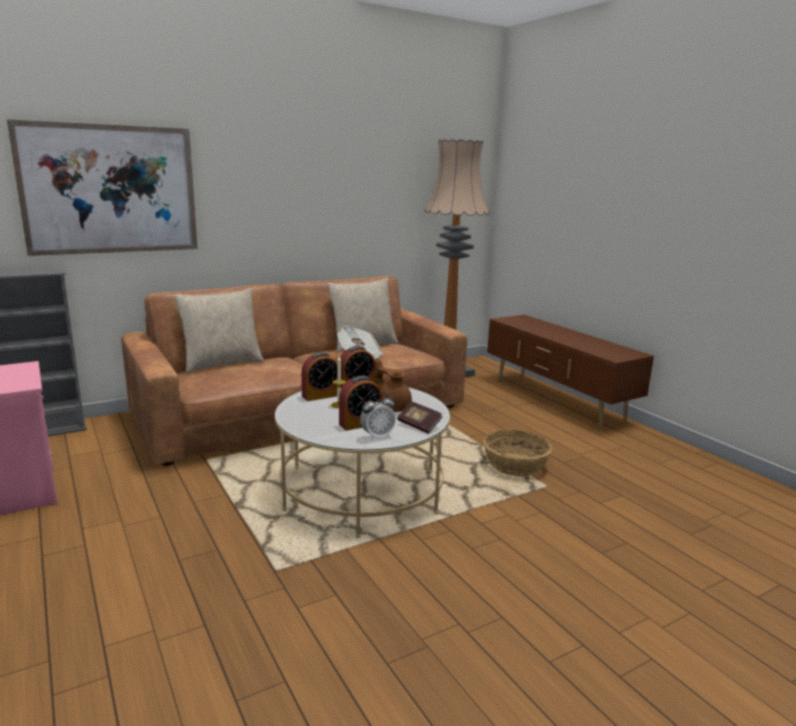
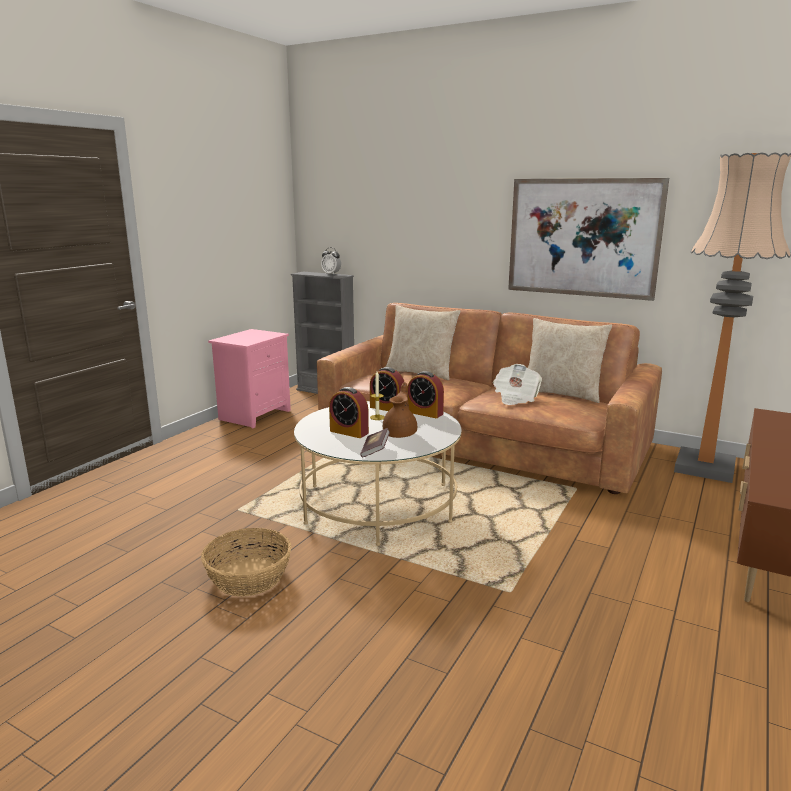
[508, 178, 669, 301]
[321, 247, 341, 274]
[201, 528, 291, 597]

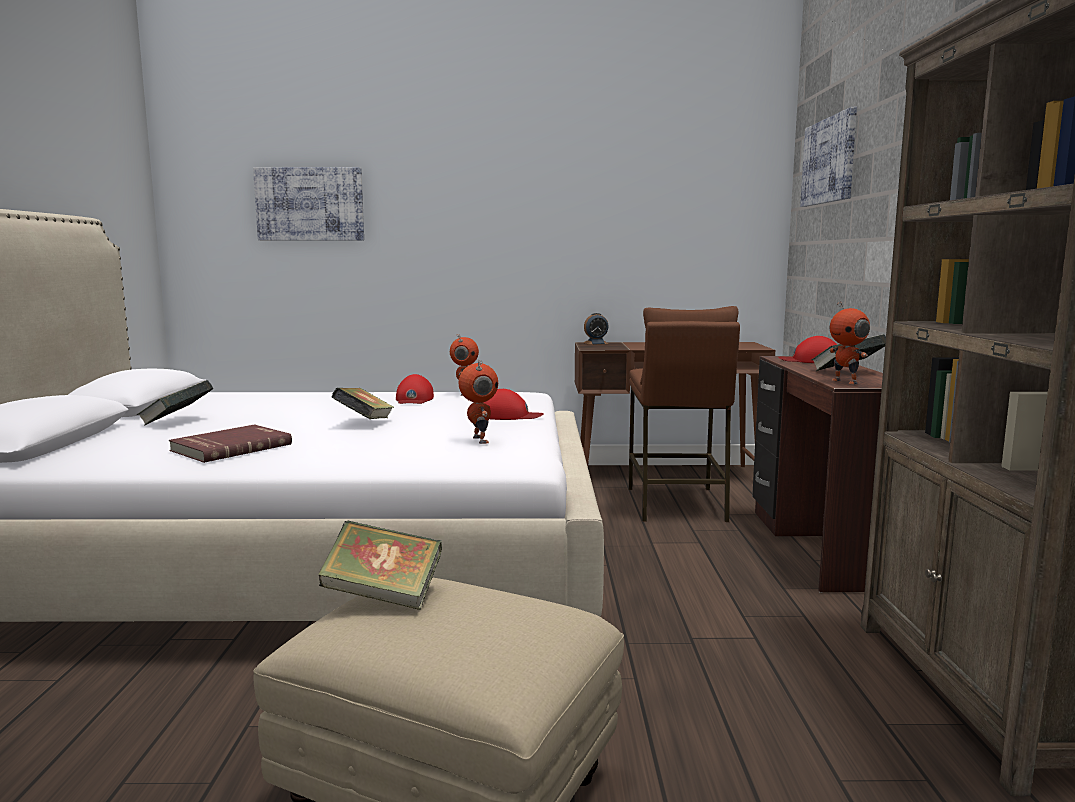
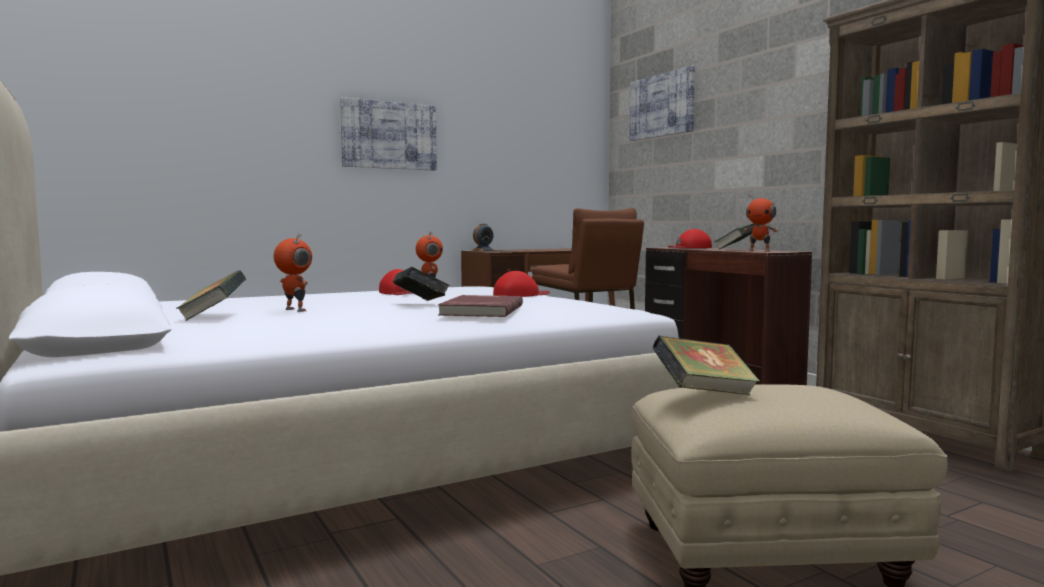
[438, 295, 523, 317]
[340, 97, 437, 171]
[274, 233, 312, 312]

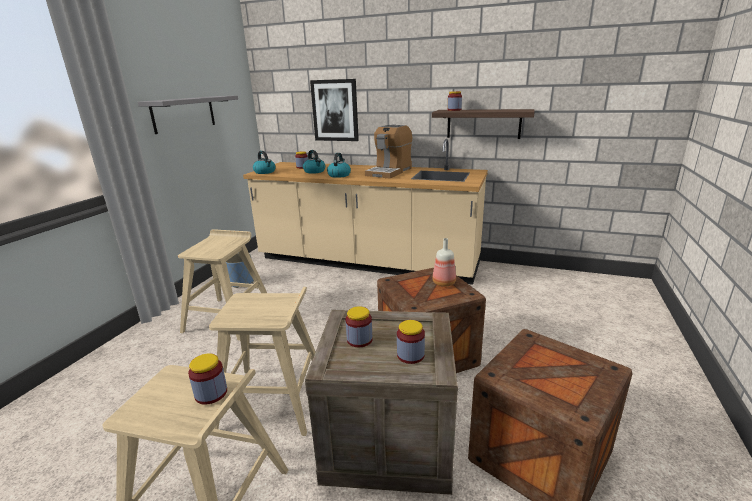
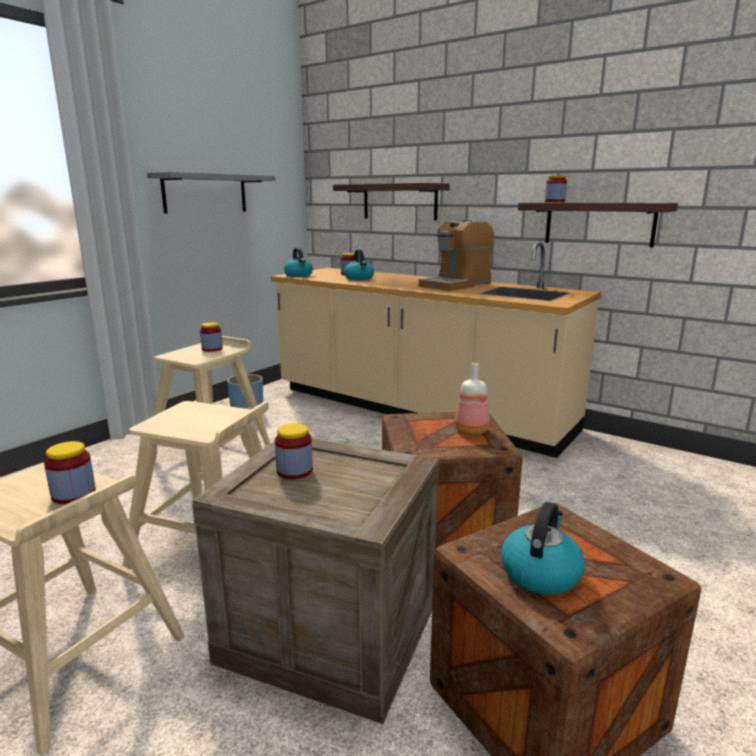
[333, 183, 450, 220]
[501, 502, 585, 595]
[200, 322, 223, 352]

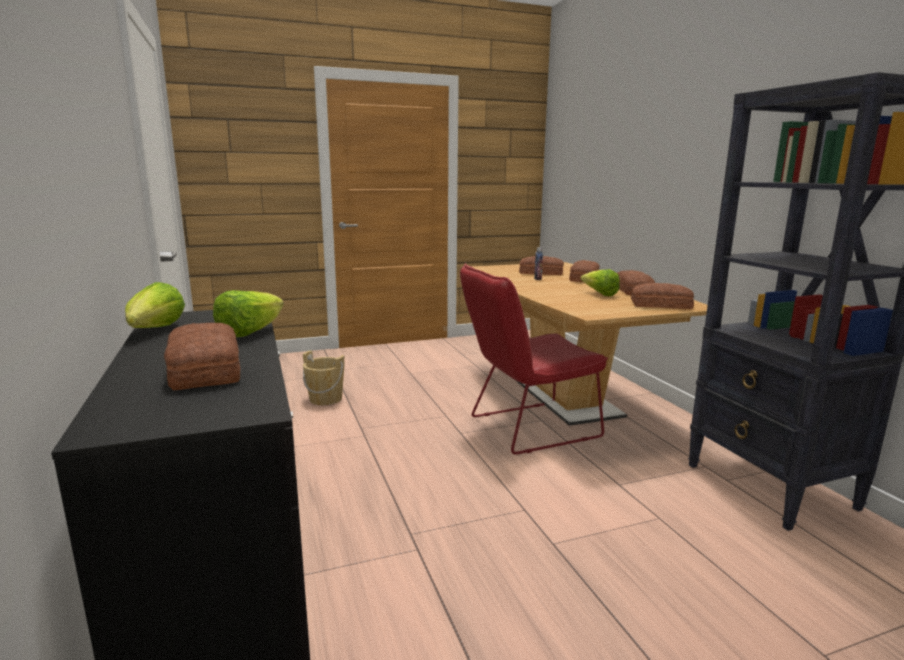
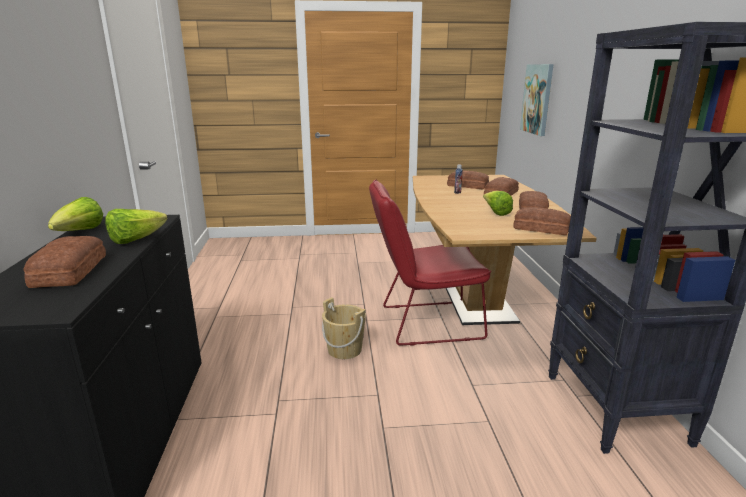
[322, 297, 366, 359]
[520, 64, 554, 136]

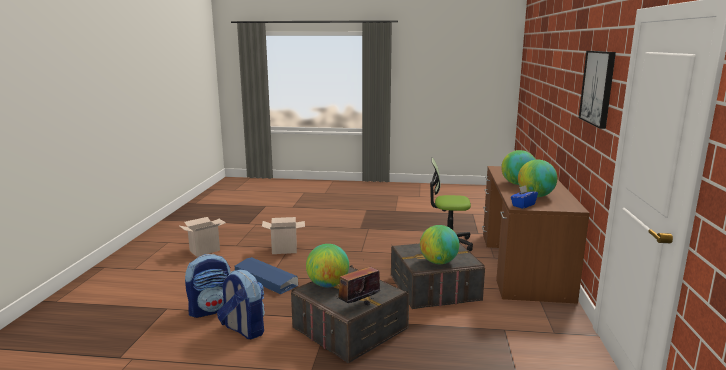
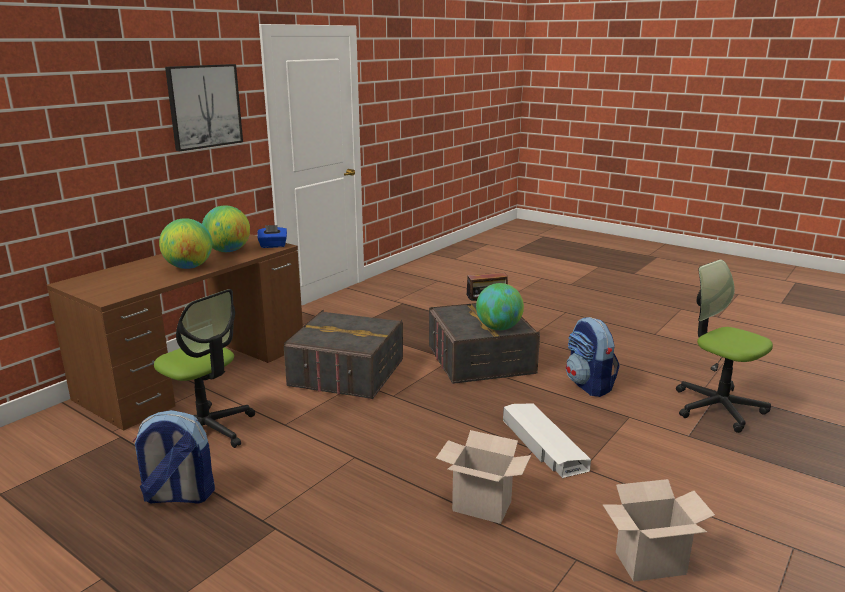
[133, 410, 215, 504]
[503, 403, 591, 478]
[420, 225, 459, 264] (first image)
[676, 260, 773, 433]

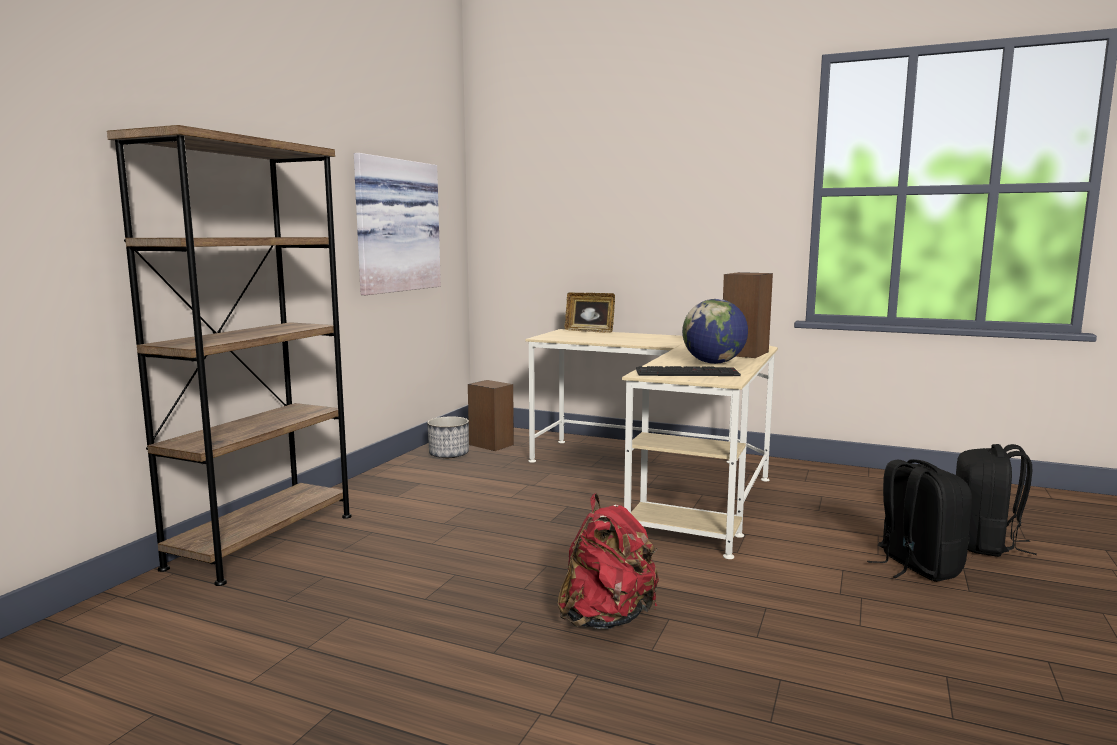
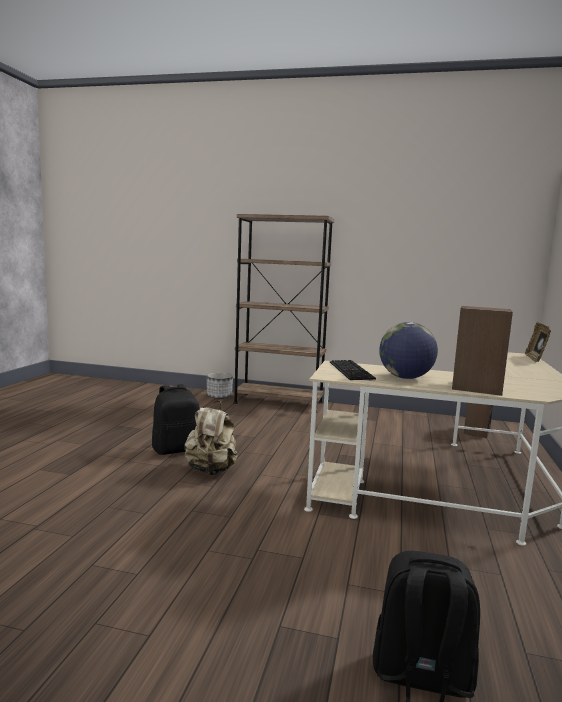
[354, 153, 441, 295] (first image)
[207, 373, 233, 399]
[184, 401, 238, 476]
[152, 384, 200, 455]

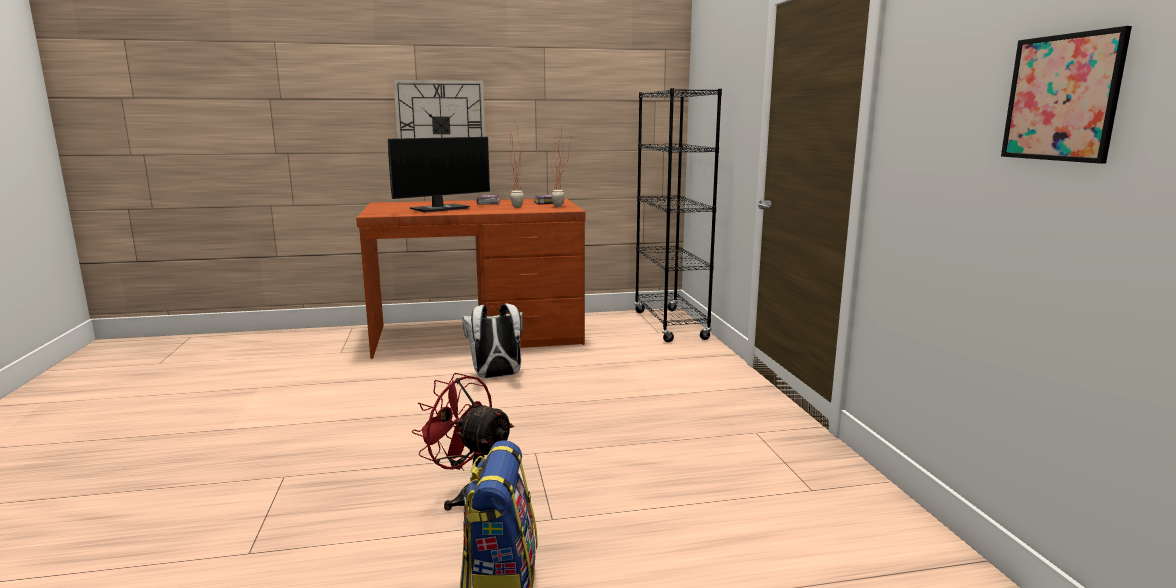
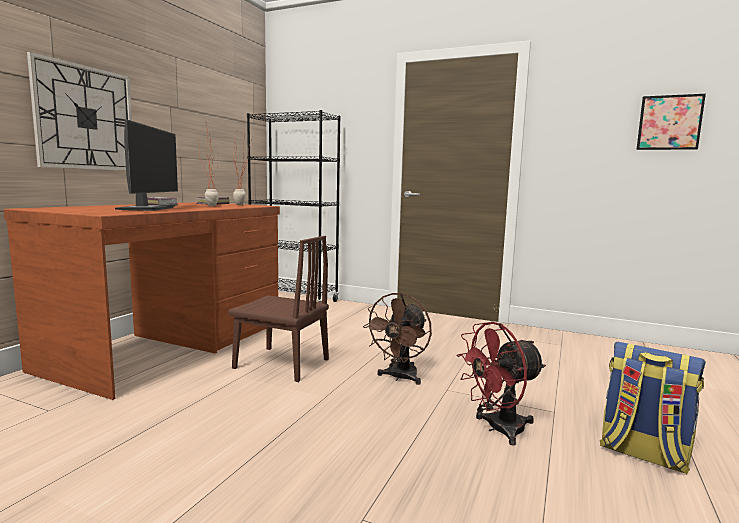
[228, 236, 329, 382]
[363, 293, 432, 385]

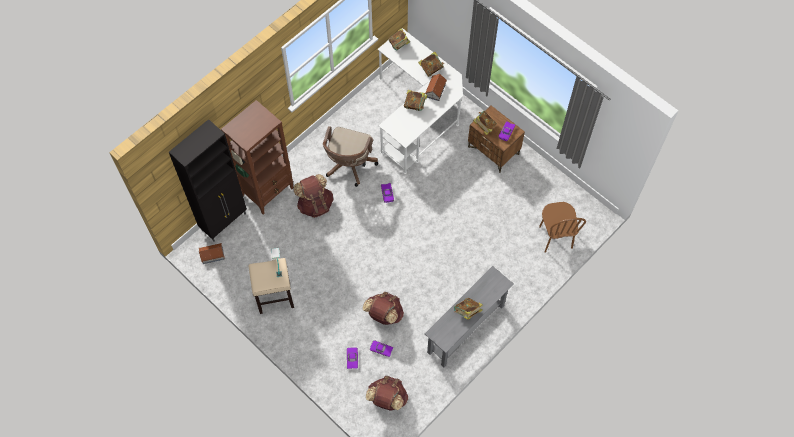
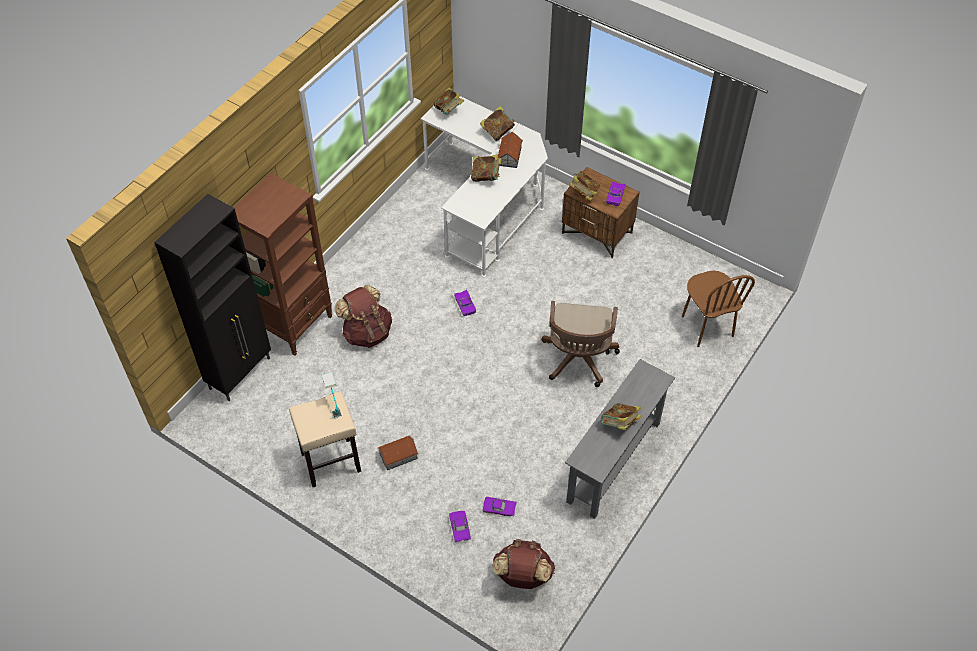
[378, 436, 419, 470]
[541, 301, 620, 387]
[363, 292, 404, 325] (first image)

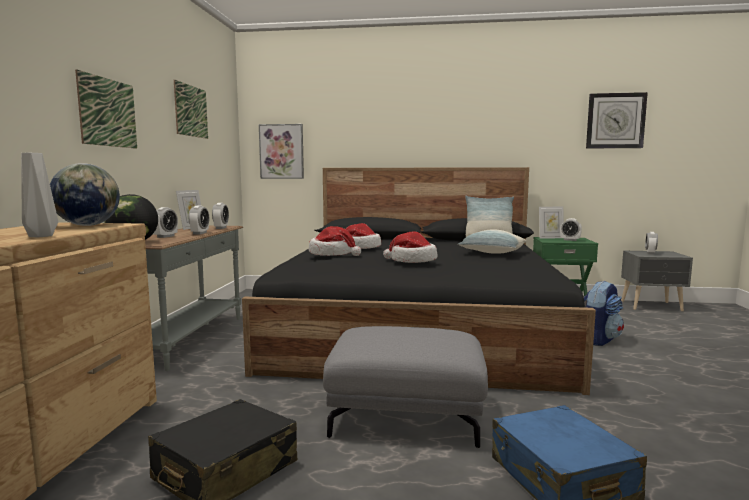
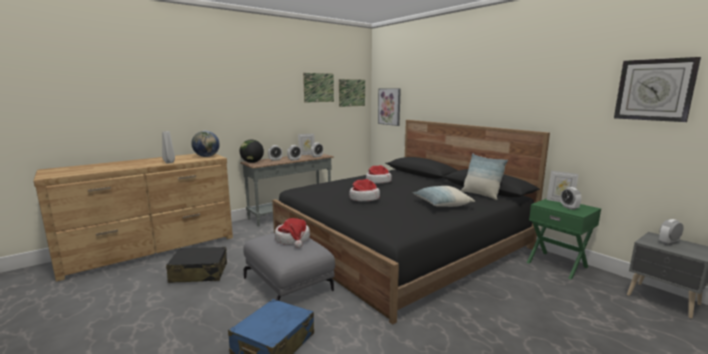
[339, 79, 365, 107]
[275, 218, 310, 248]
[584, 281, 624, 346] (first image)

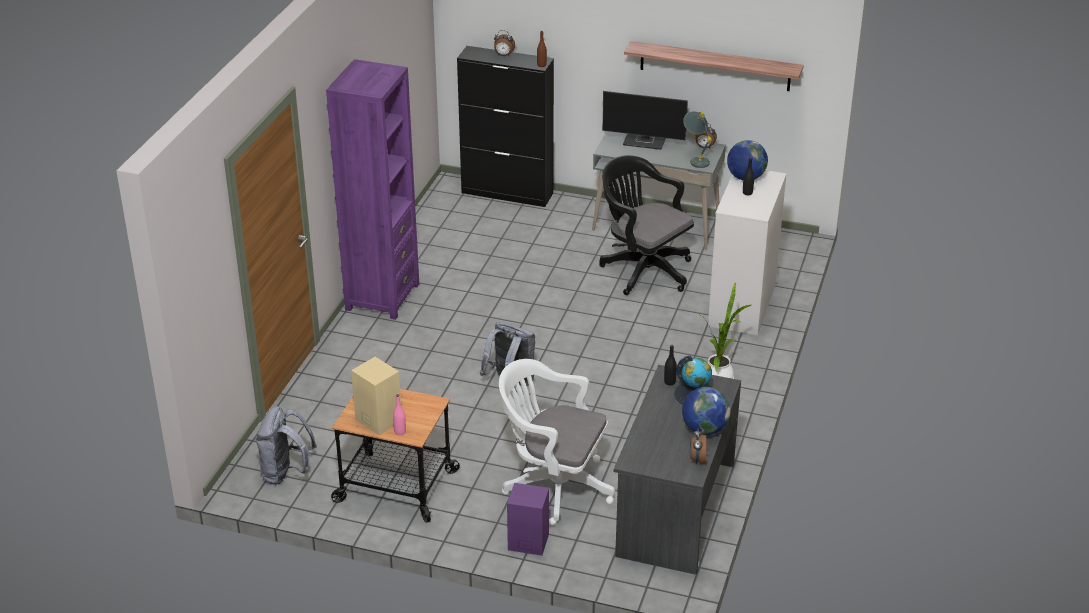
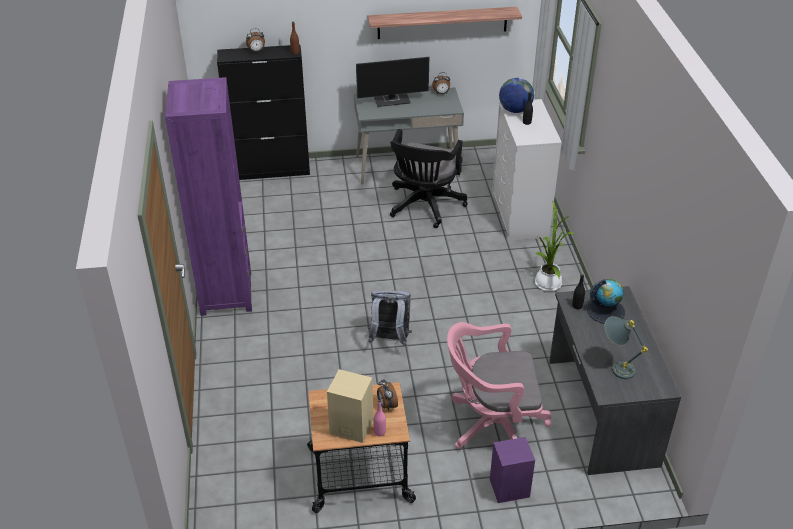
[255, 406, 317, 485] (first image)
[447, 322, 552, 449]
[390, 129, 468, 228]
[682, 387, 731, 435] (first image)
[604, 316, 648, 379]
[377, 379, 398, 411]

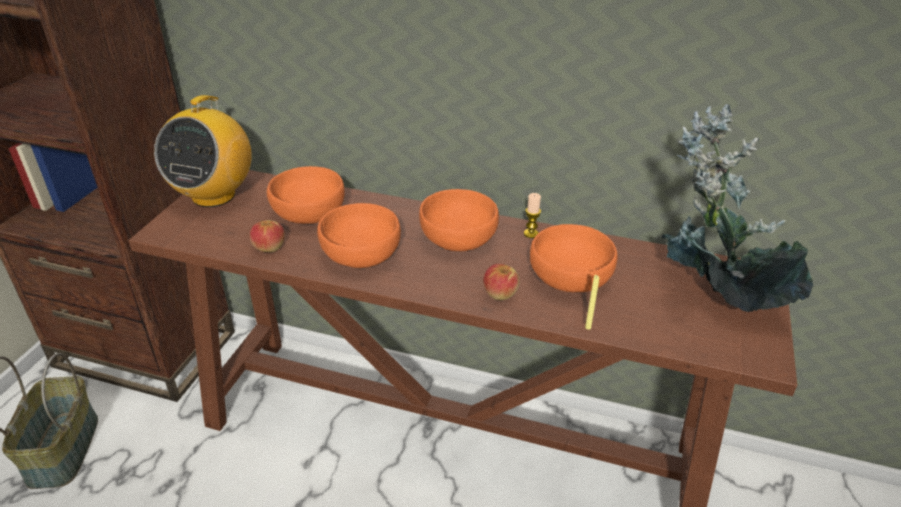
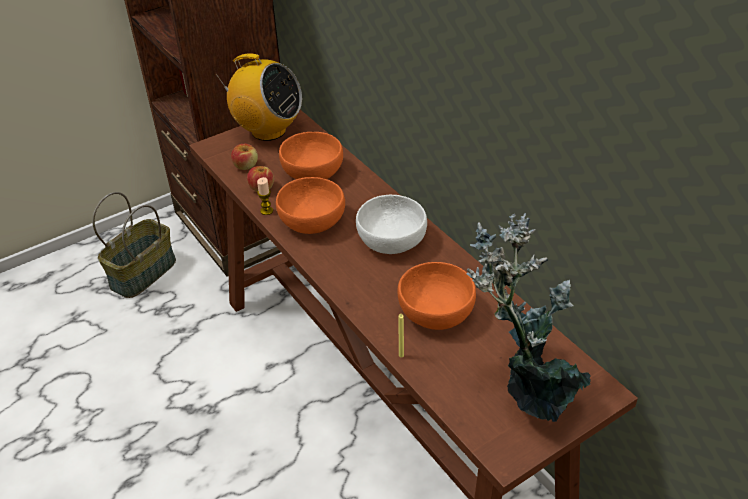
[216, 53, 302, 141]
[356, 195, 427, 254]
[231, 144, 258, 170]
[257, 177, 273, 215]

